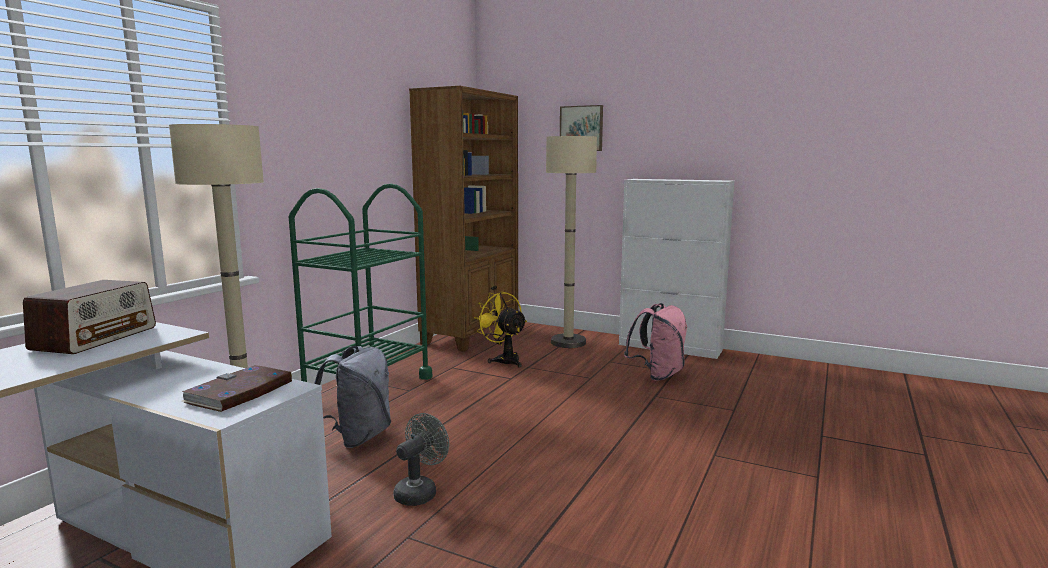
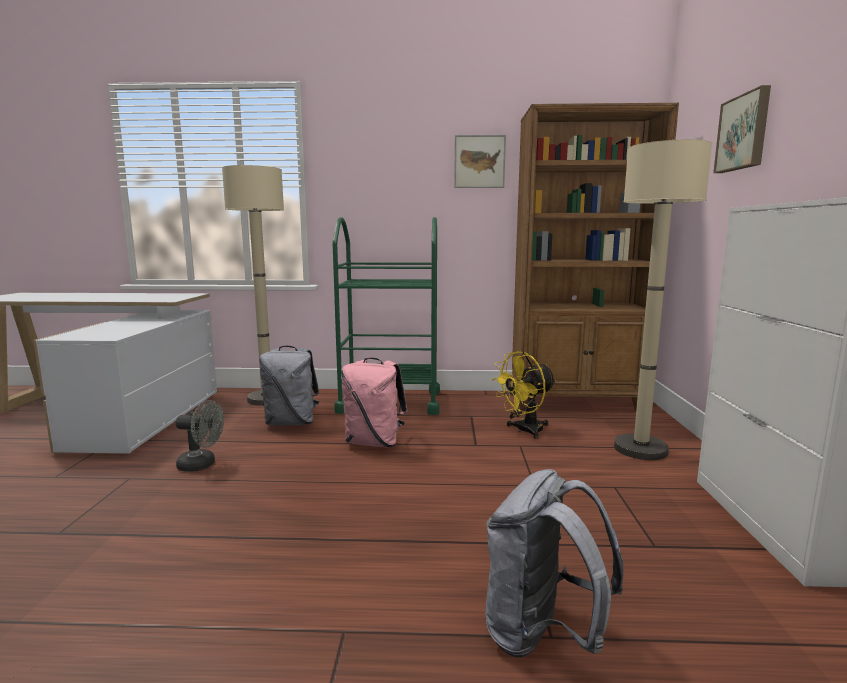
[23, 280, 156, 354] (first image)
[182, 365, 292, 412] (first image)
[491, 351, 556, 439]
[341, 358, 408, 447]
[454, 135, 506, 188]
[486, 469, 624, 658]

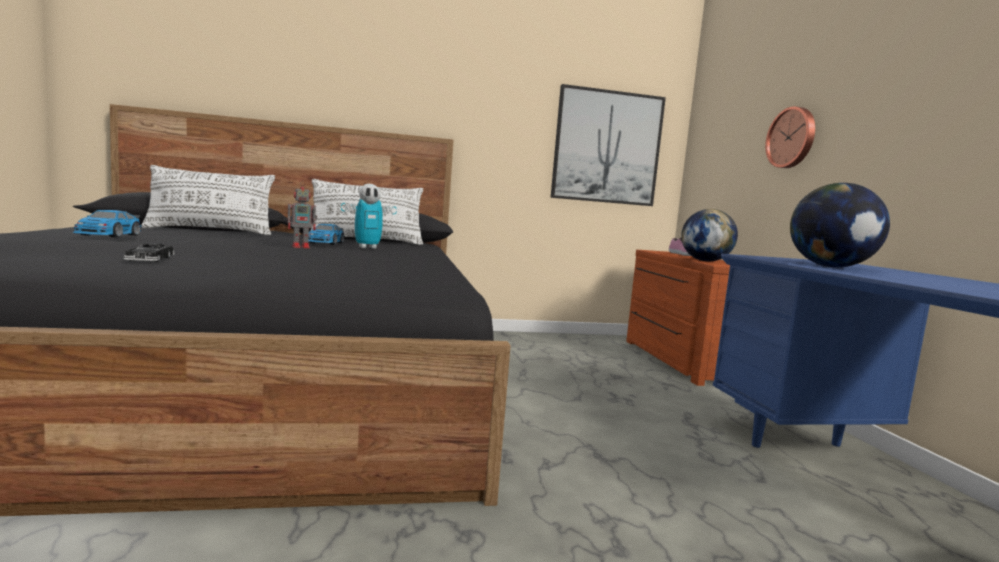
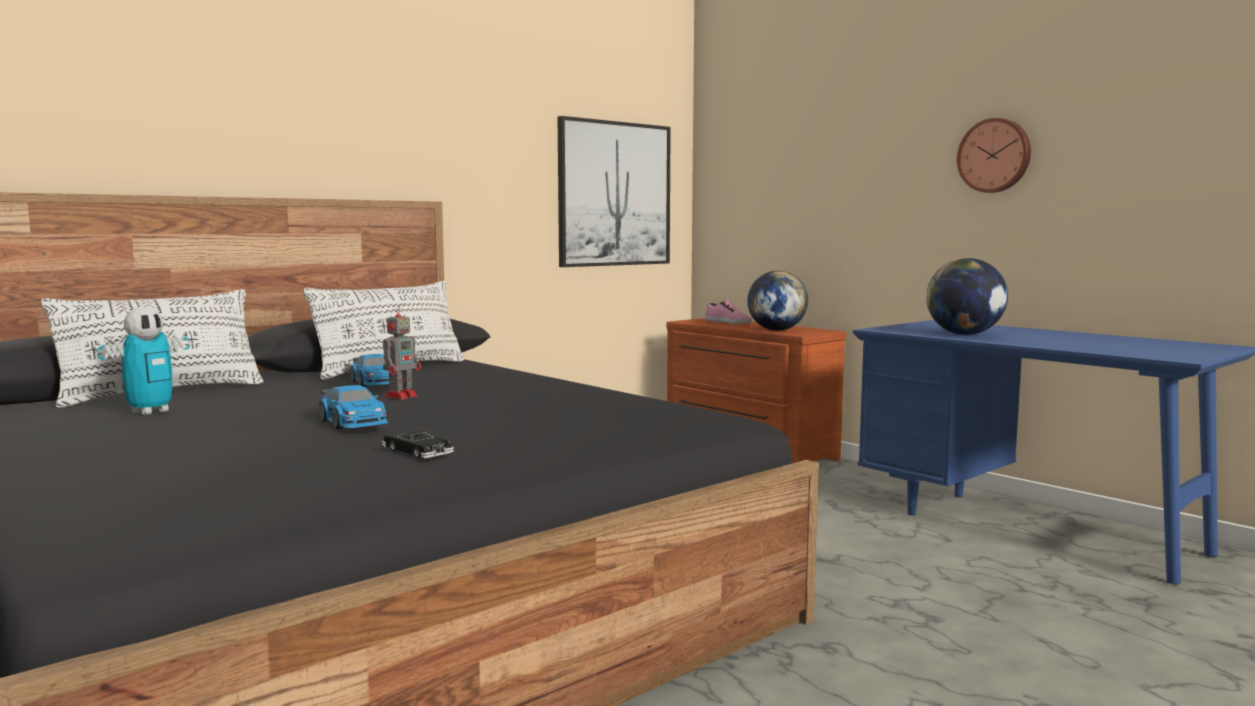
[319, 385, 388, 429]
[98, 306, 190, 415]
[957, 118, 1031, 193]

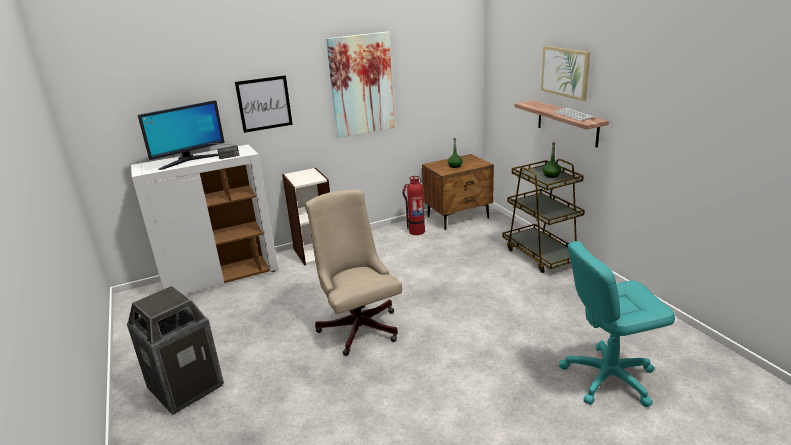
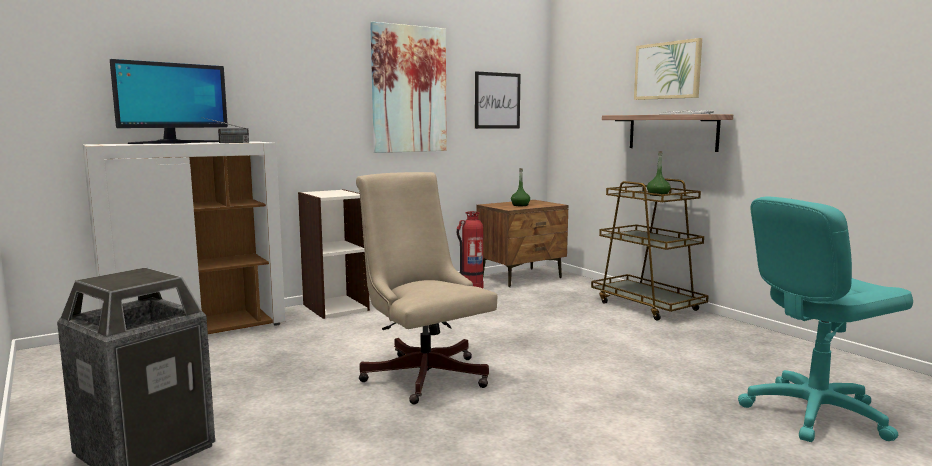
[475, 71, 521, 129]

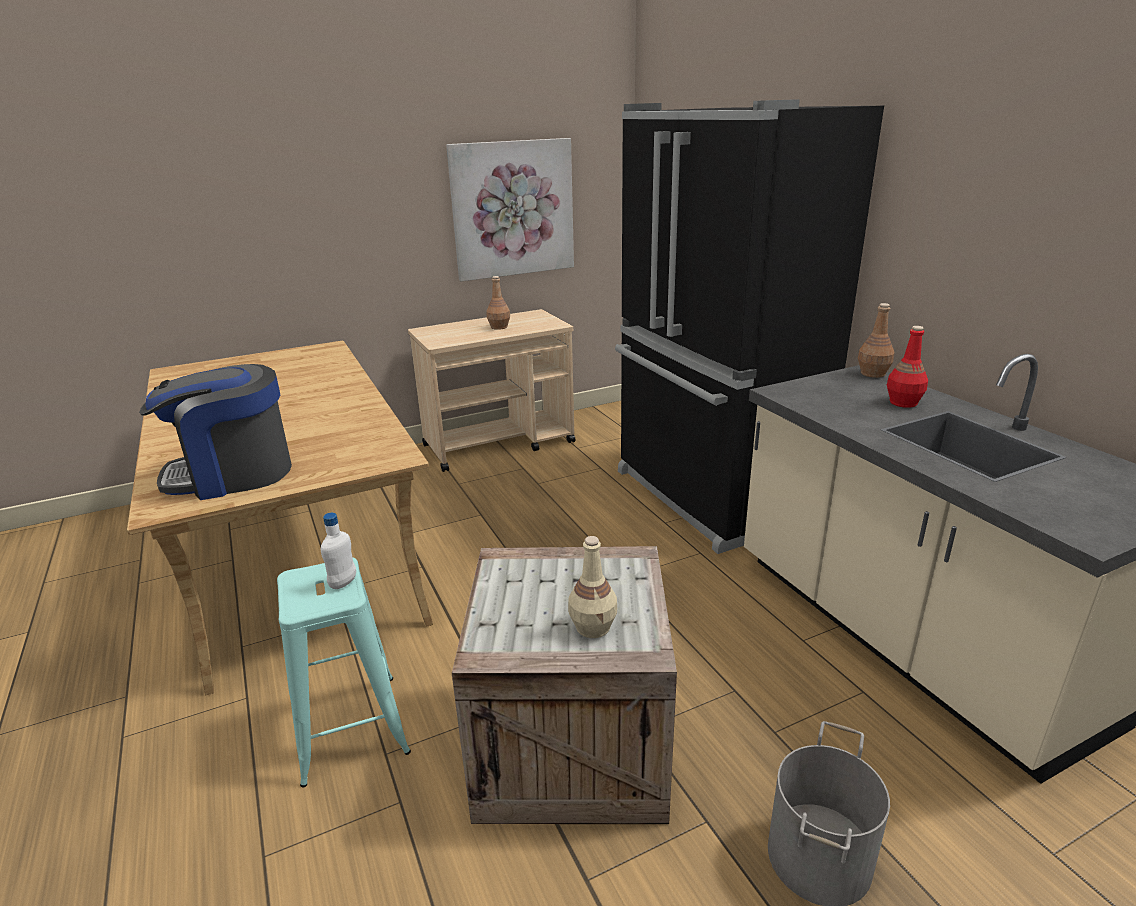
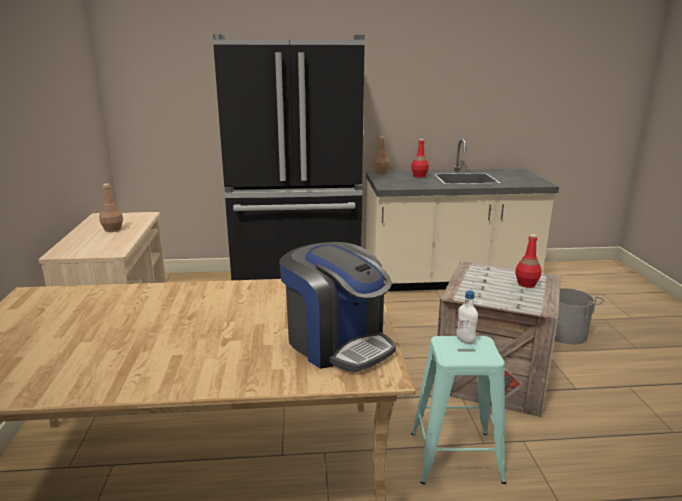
[279, 242, 396, 372]
[446, 138, 574, 281] (first image)
[515, 234, 542, 288]

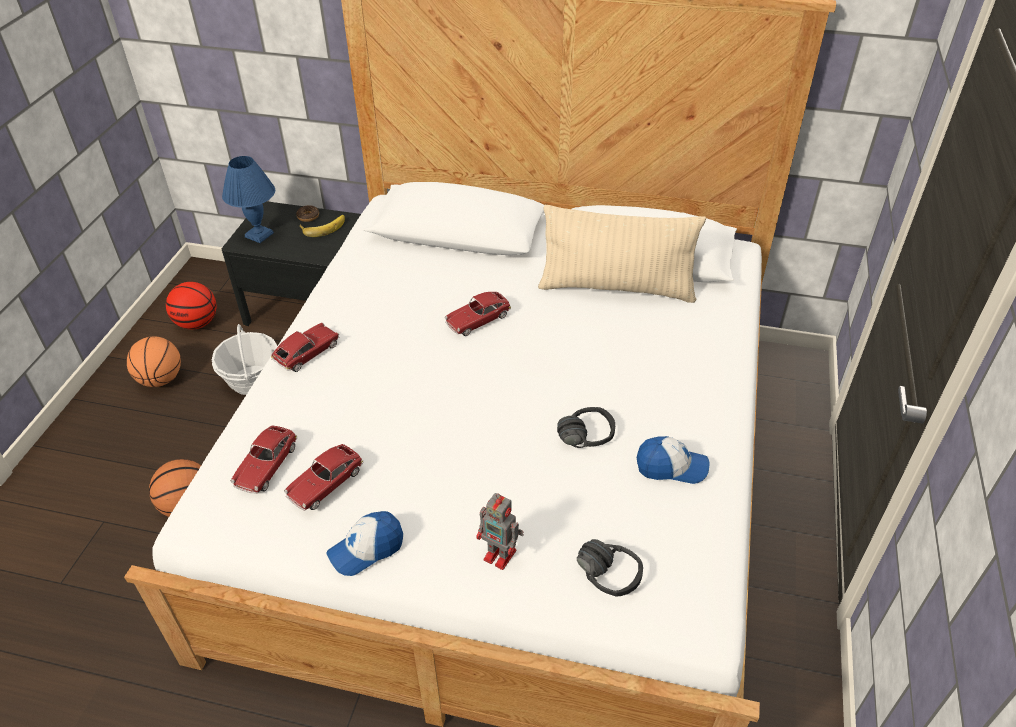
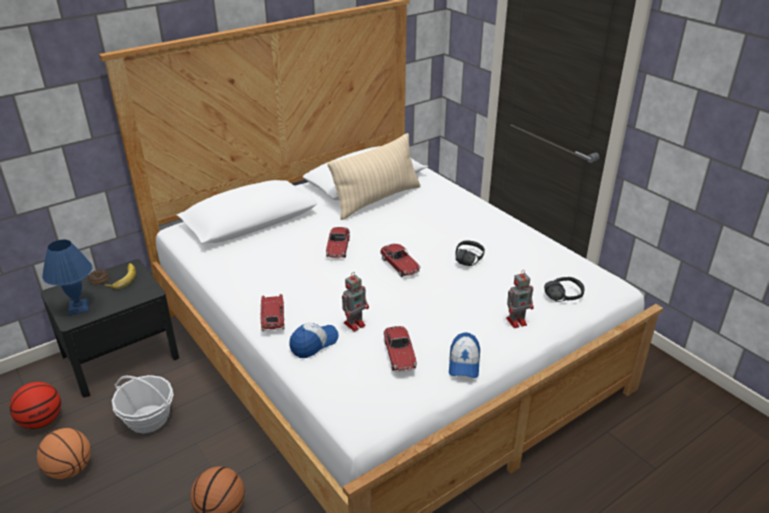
[380, 244, 421, 277]
[289, 323, 339, 358]
[342, 272, 369, 332]

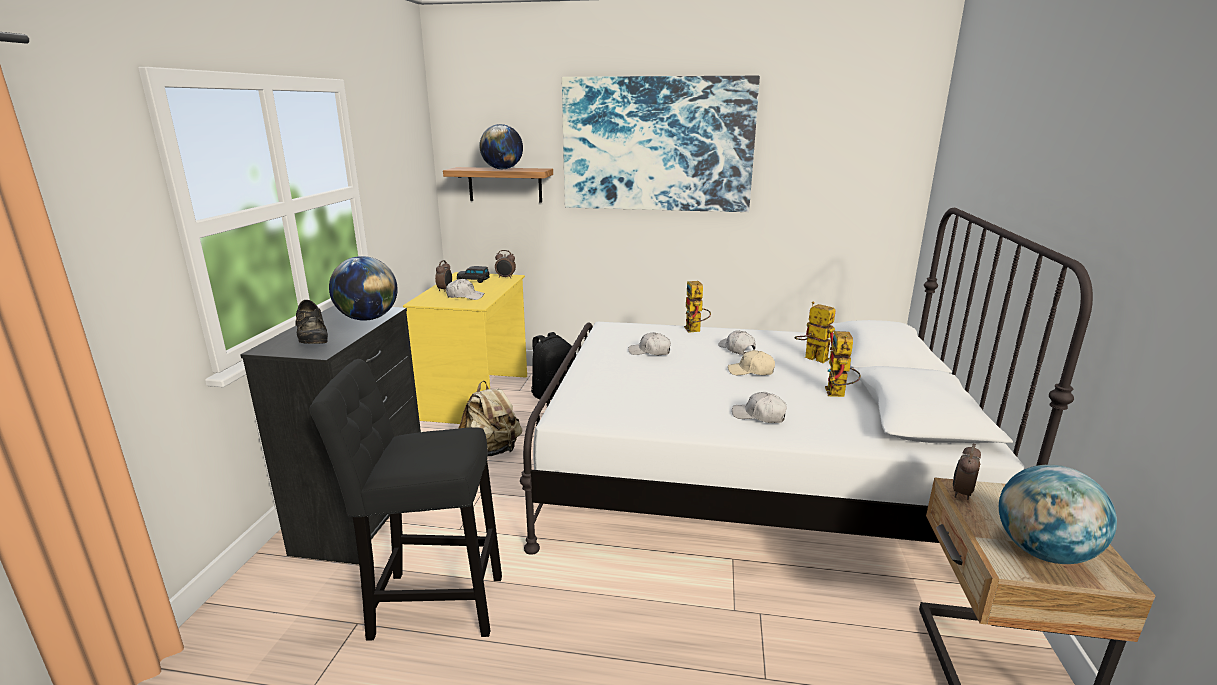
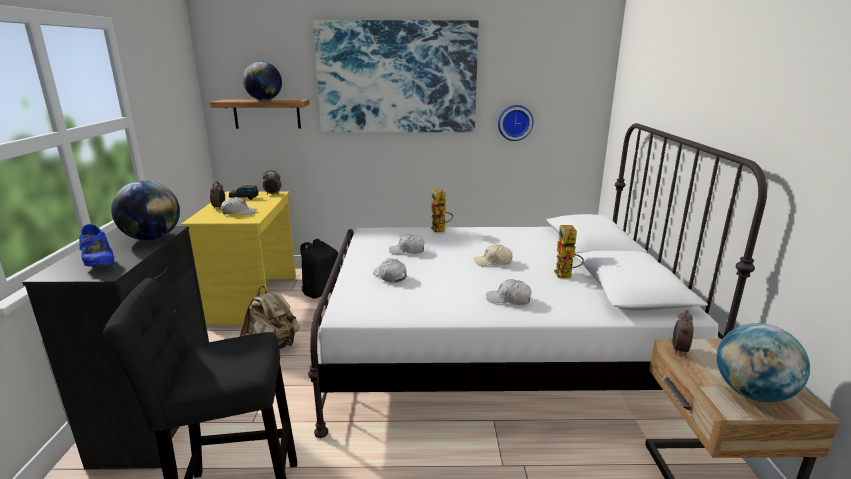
[79, 224, 114, 267]
[373, 259, 406, 283]
[794, 301, 836, 363] (first image)
[498, 105, 533, 141]

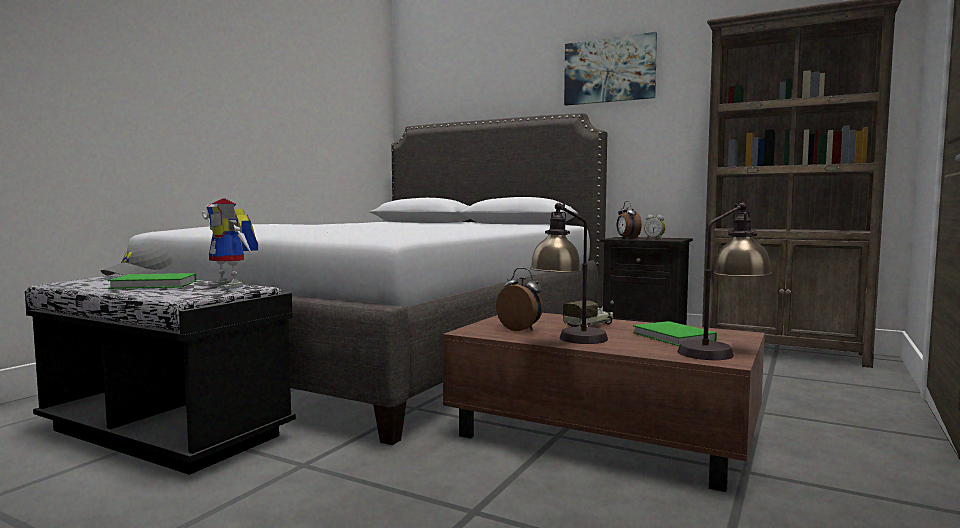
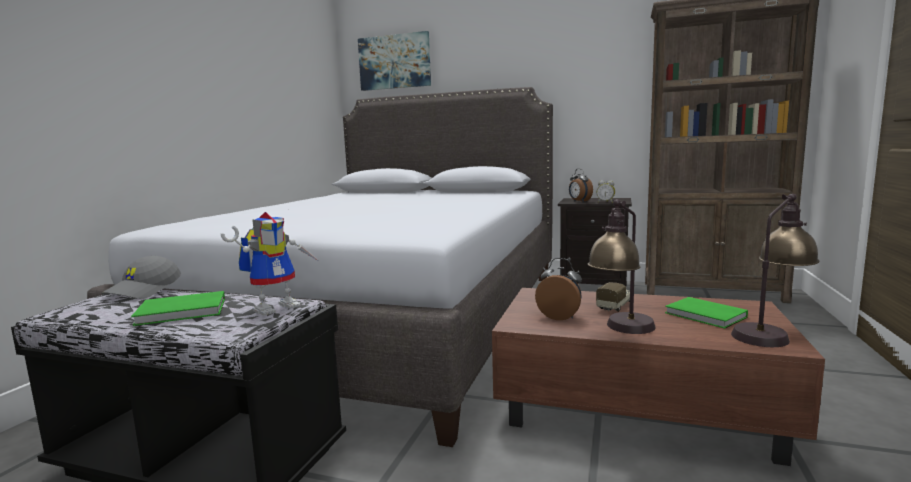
[221, 212, 320, 316]
[358, 31, 431, 91]

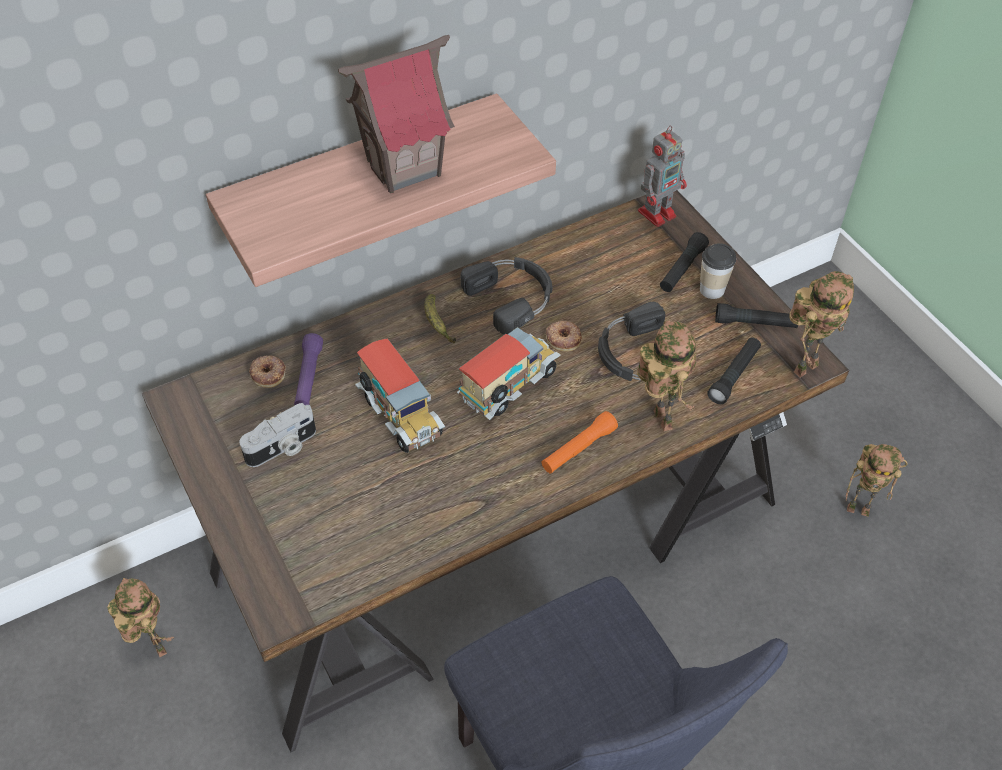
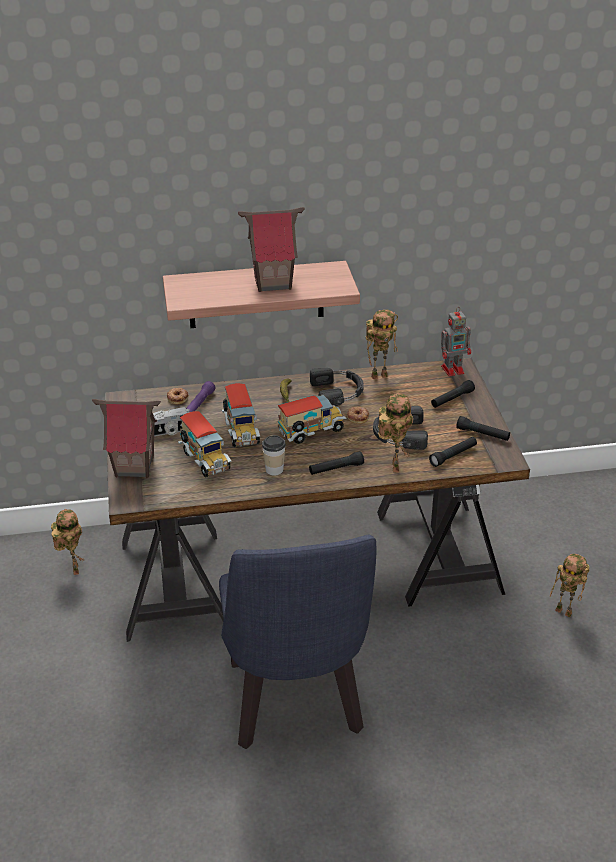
[309, 451, 364, 475]
[262, 435, 286, 475]
[366, 310, 398, 379]
[92, 399, 161, 478]
[178, 411, 232, 477]

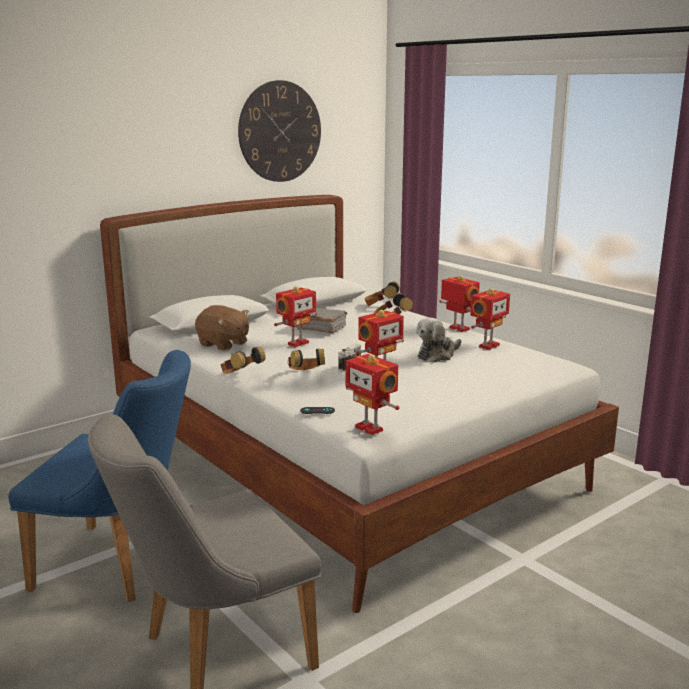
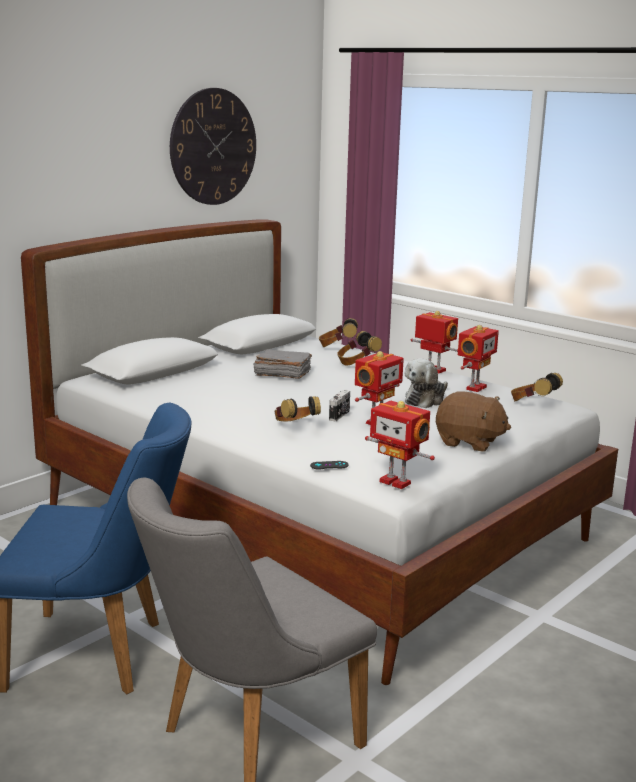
[436, 392, 511, 452]
[511, 373, 563, 401]
[274, 286, 318, 347] (first image)

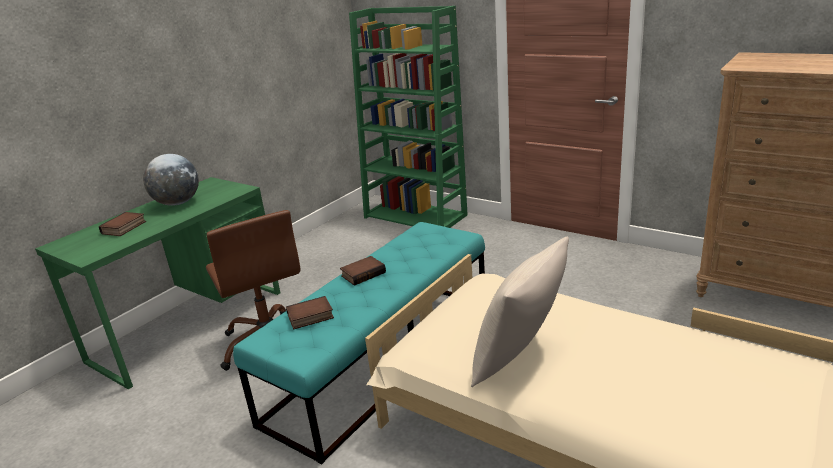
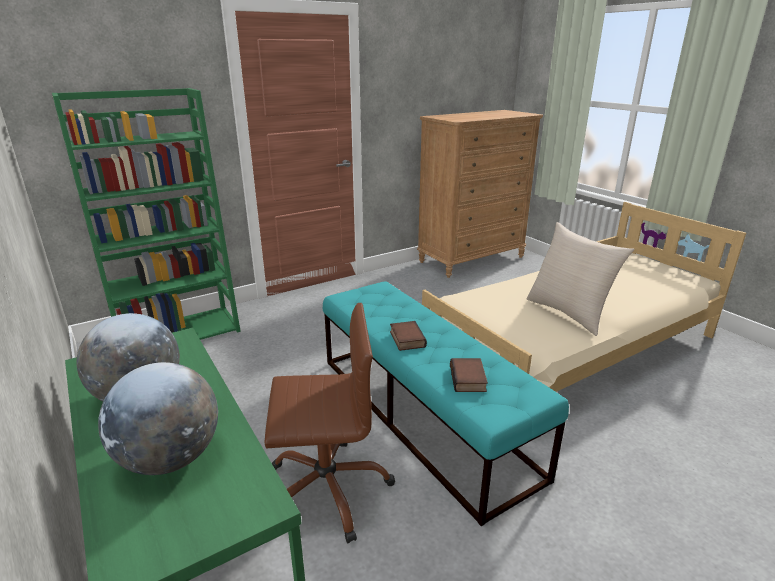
[98, 362, 218, 475]

